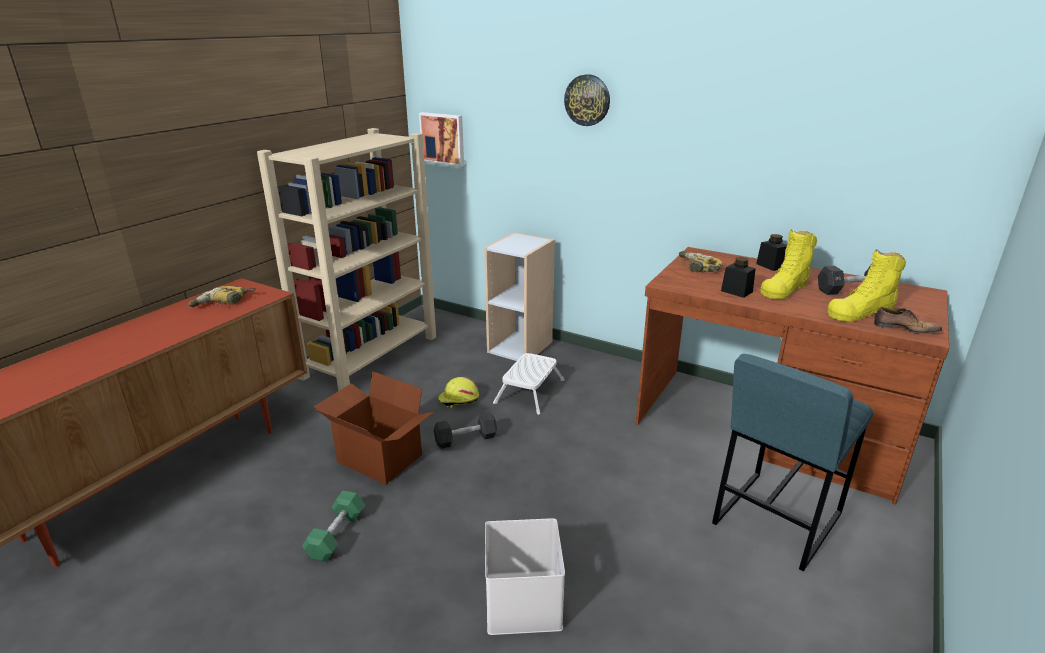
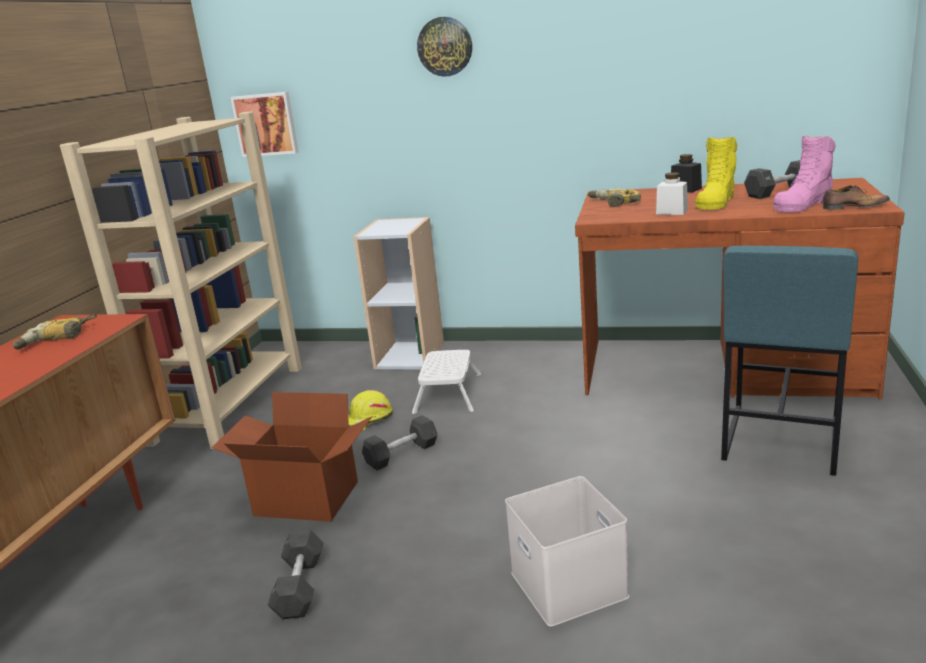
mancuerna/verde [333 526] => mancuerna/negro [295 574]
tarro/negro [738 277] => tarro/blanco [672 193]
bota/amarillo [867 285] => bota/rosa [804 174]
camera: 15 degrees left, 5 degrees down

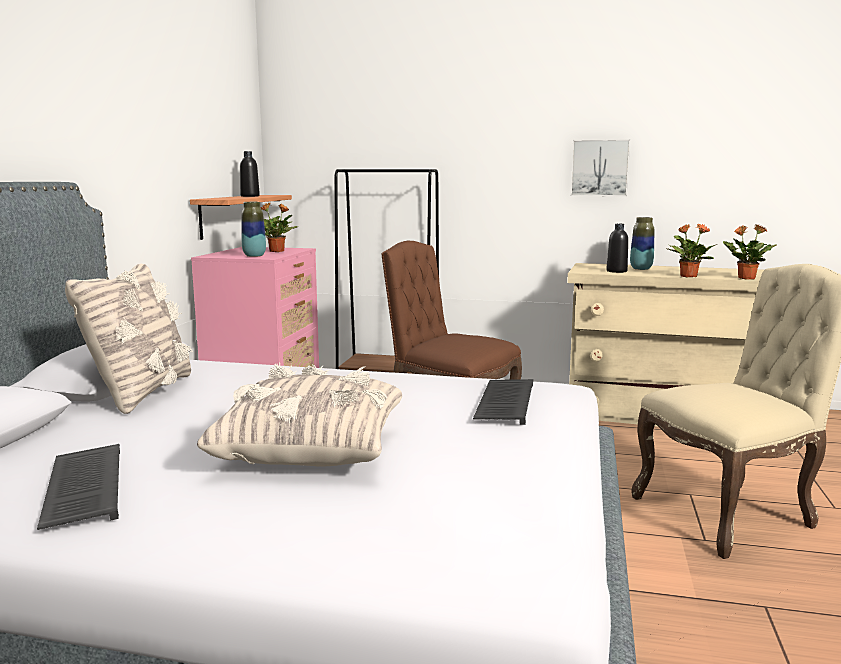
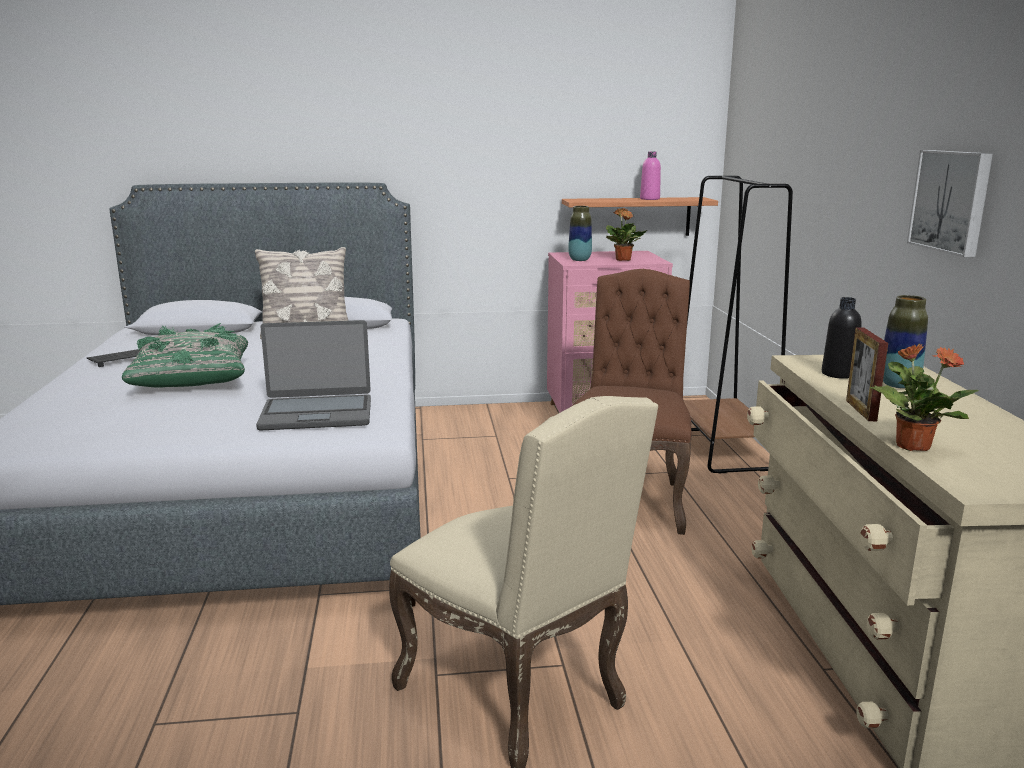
teclado [503 402] => portátil [313 375]
planta en maceta [692 250] => portarretratos [867 374]
cojín/beis [299 414] => cojín/verde [185 355]
botella/negro [250 174] => botella/rosa [650 175]
camera: 70 degrees right, 5 degrees up

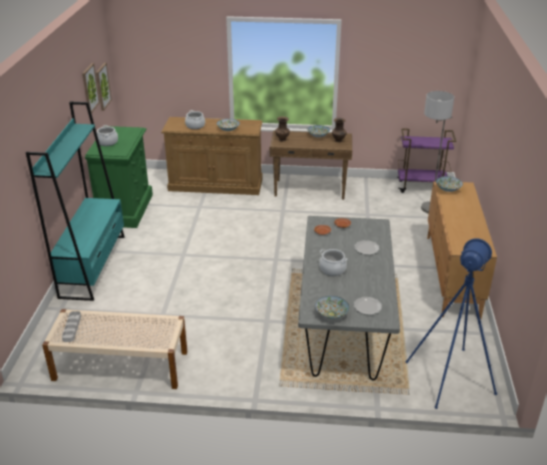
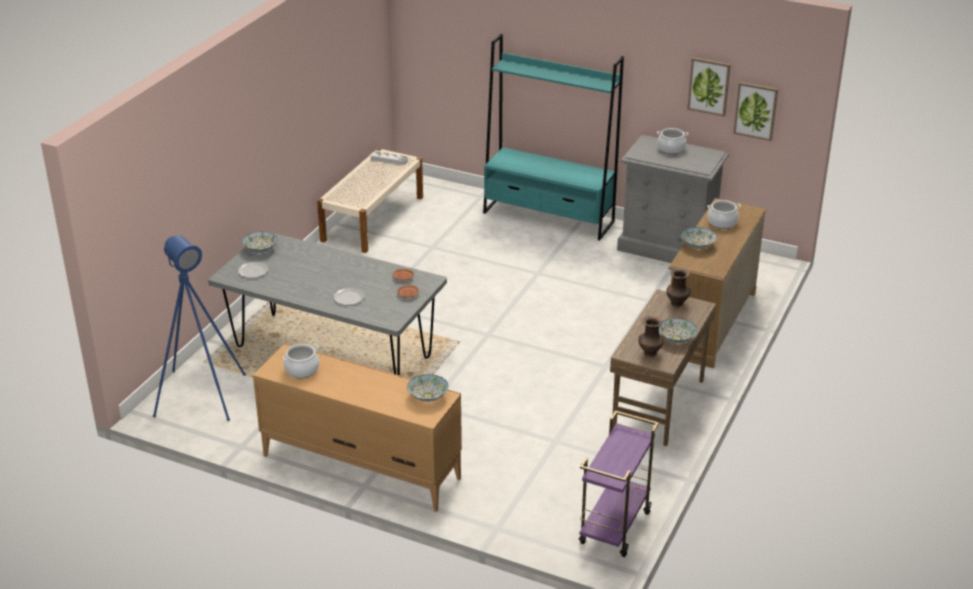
lámpara de pie/gris [437 152] => nothing
olla [333 262] => olla [300 361], shifted
cómoda/verde [119 177] => cómoda/gris [673 199]
camera: 110 degrees right, 0 degrees up

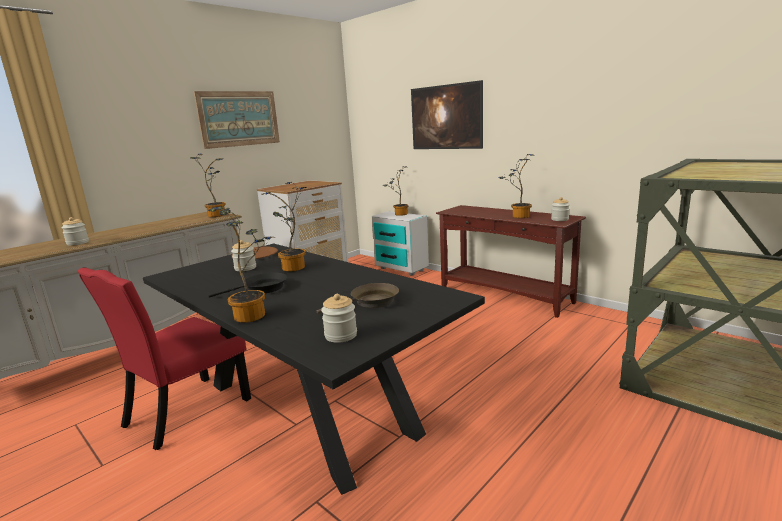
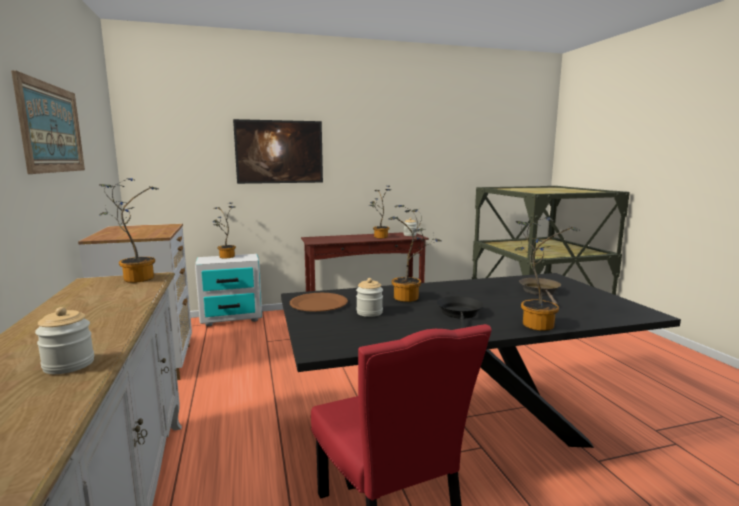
tarro [339 318] => nothing
camera: 60 degrees left, 5 degrees down

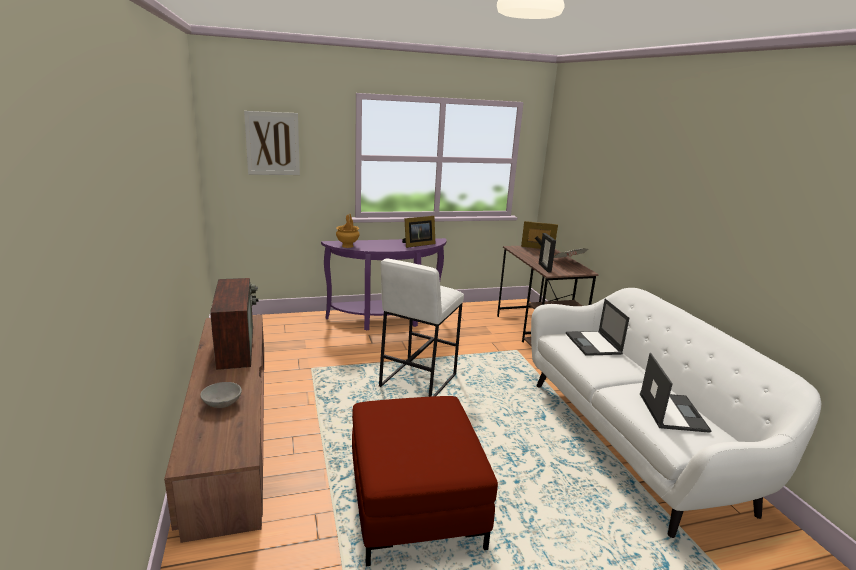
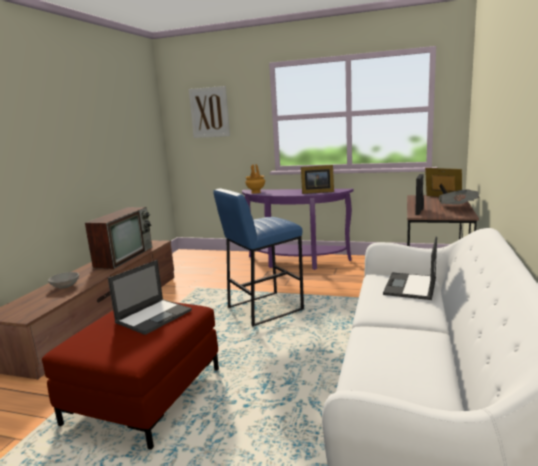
portátil [676 393] => portátil [150 297], shifted
taburete/blanco [421 328] => taburete/azul [258 257]
camera: 35 degrees right, 5 degrees down

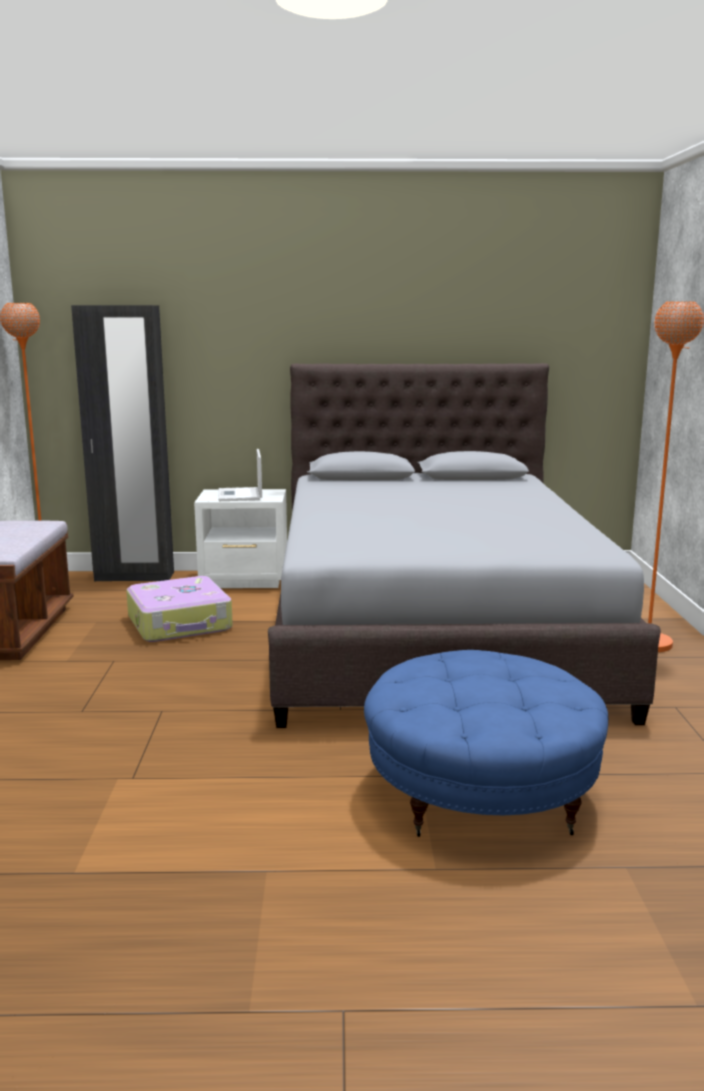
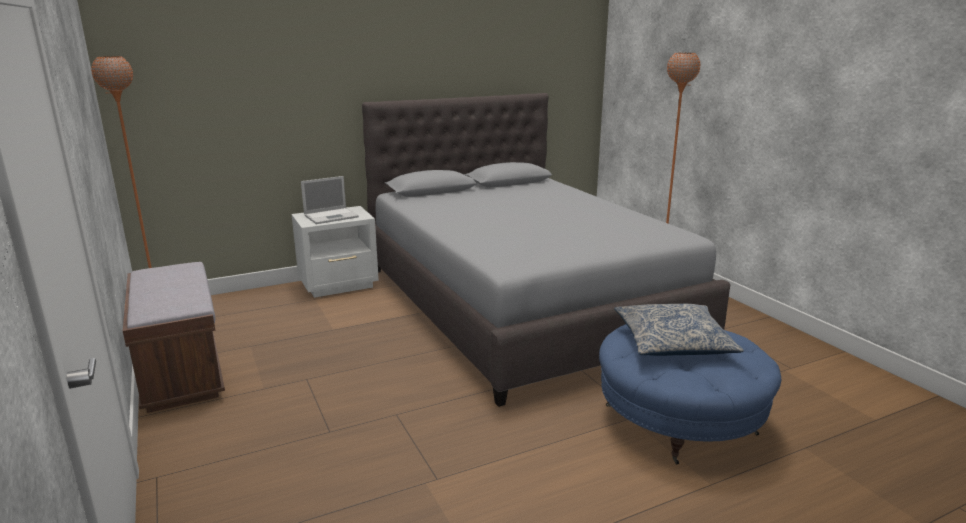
armario ropero/negro [122 443] => nothing
maleta [179 609] => nothing
nothing => cojín [679 330]
portátil [240 475] => portátil [330 200], 90 degrees counterclockwise
camera: 25 degrees left, 5 degrees up

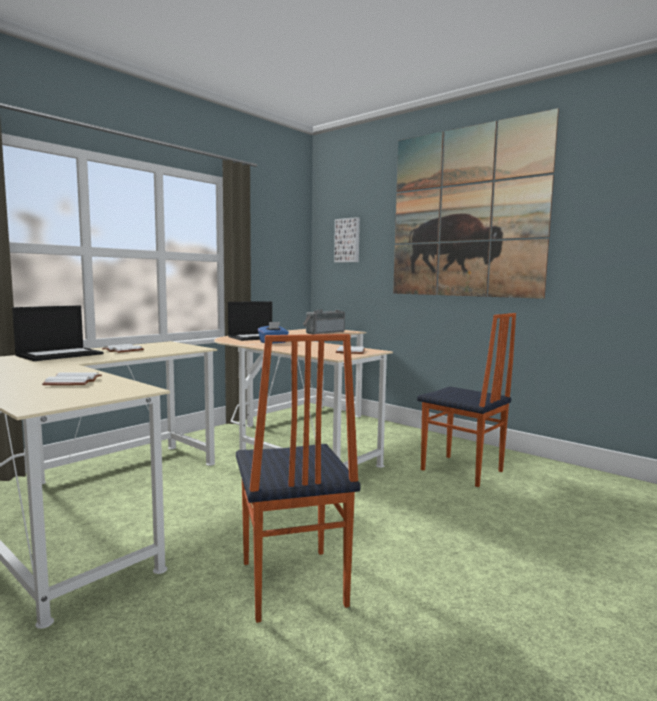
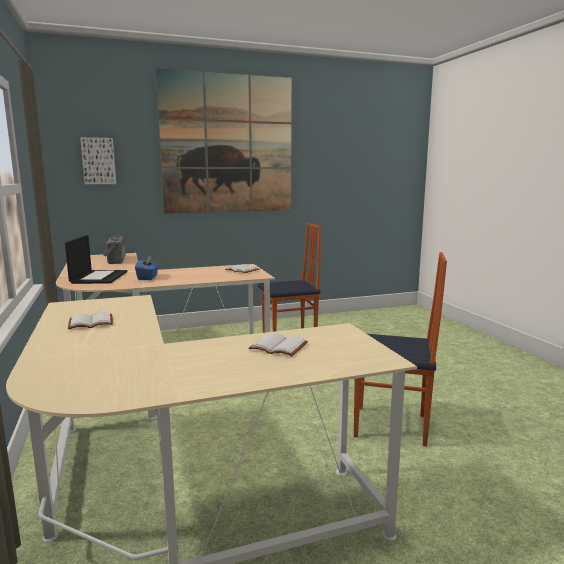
portátil [58 333] => nothing
camera: 60 degrees left, 5 degrees up

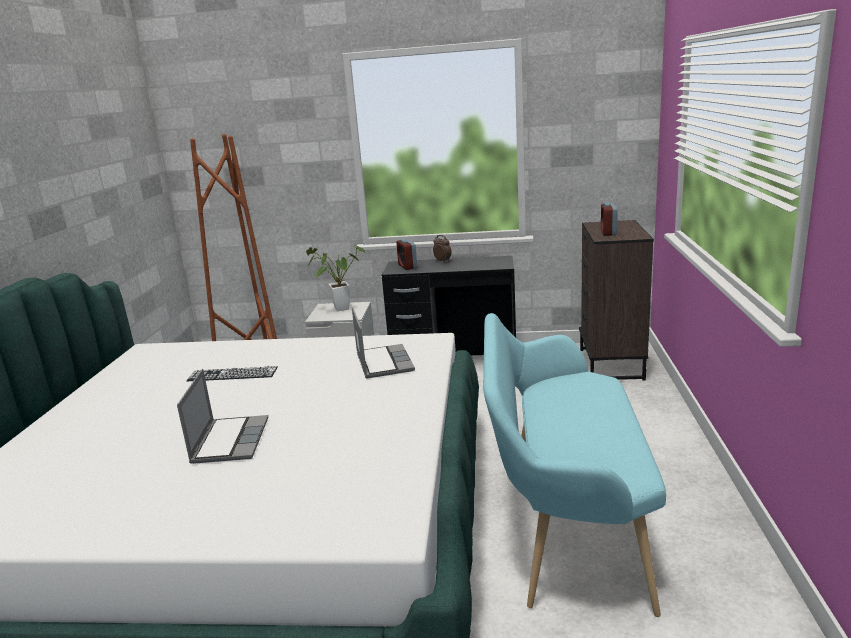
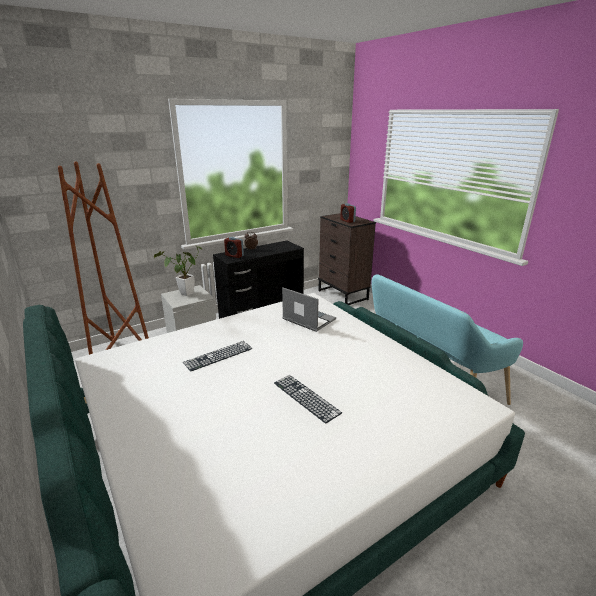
portátil [222 416] => teclado [308 399]
camera: 40 degrees left, 5 degrees up

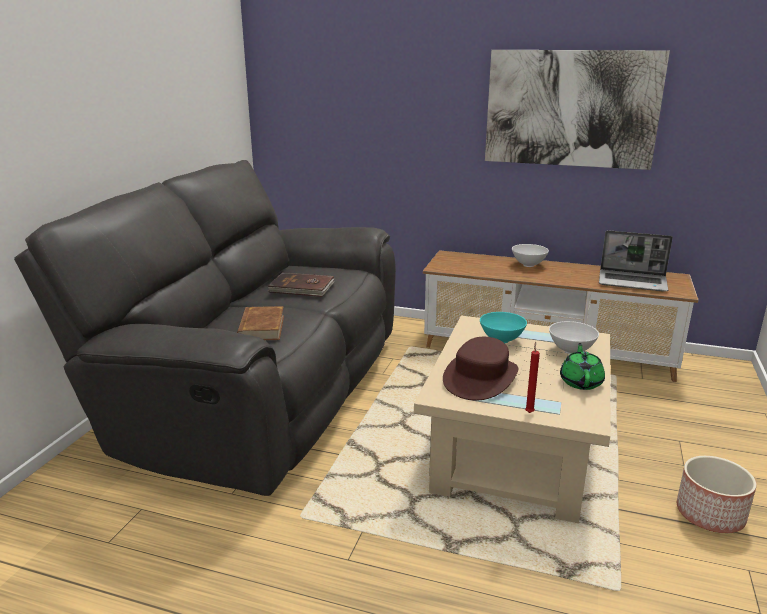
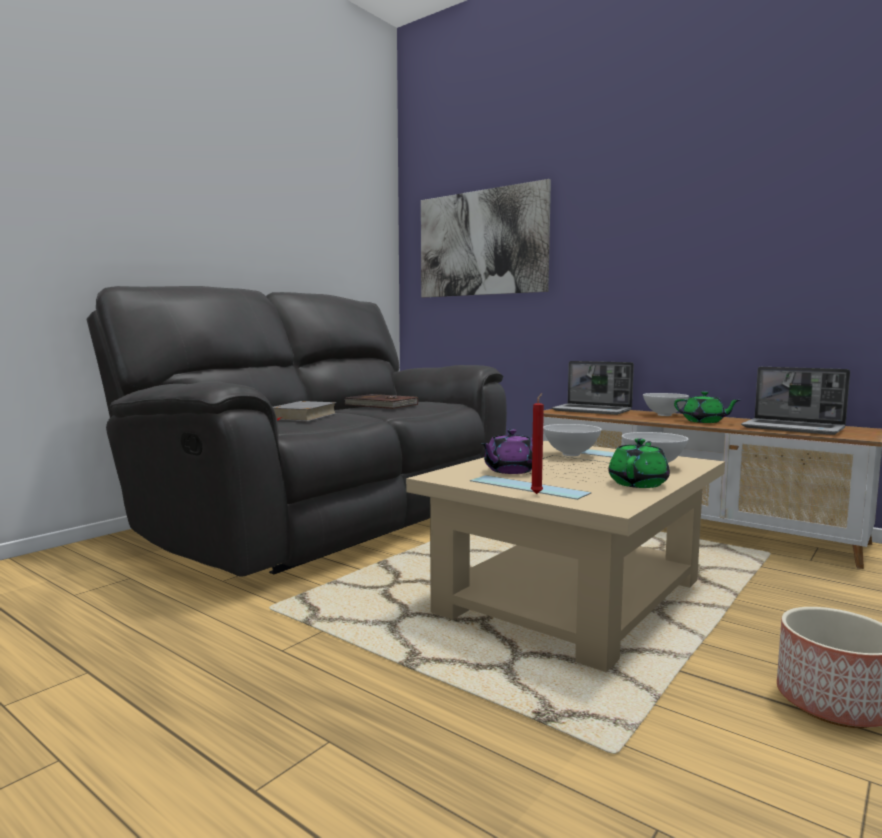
nothing => portátil [593 388]
nothing => tetera/verde [707 407]
cuadro [577 110] => cuadro [486 238], shifted
sombrero/marrón [480 369] => tetera/morado [507 451]
libro/marrón [260 323] => libro/gris [305 411]
cuenco/turquesa [503 327] => cuenco/blanco [572 440]
camera: 20 degrees right, 15 degrees down

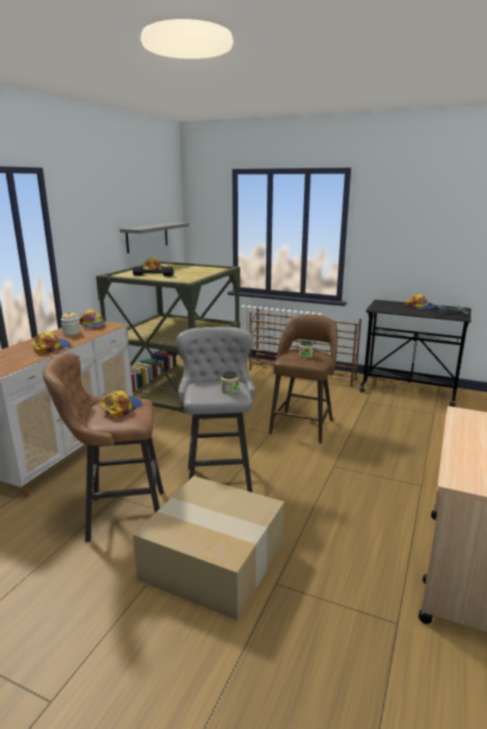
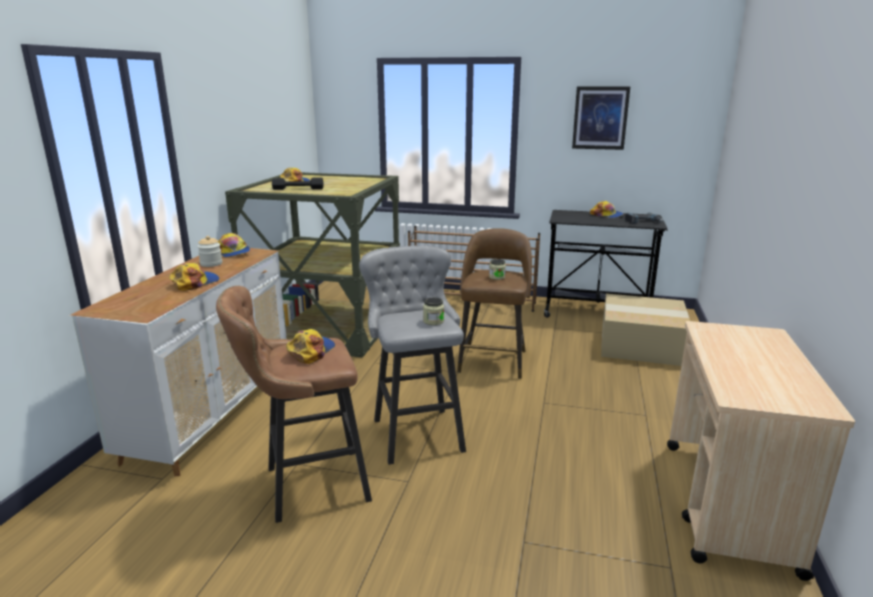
estante/gris [154 237] => nothing
nothing => cuadro [601 118]
caja de cartón [208 548] => caja de cartón [645 330], shifted
camera: 10 degrees left, 0 degrees up

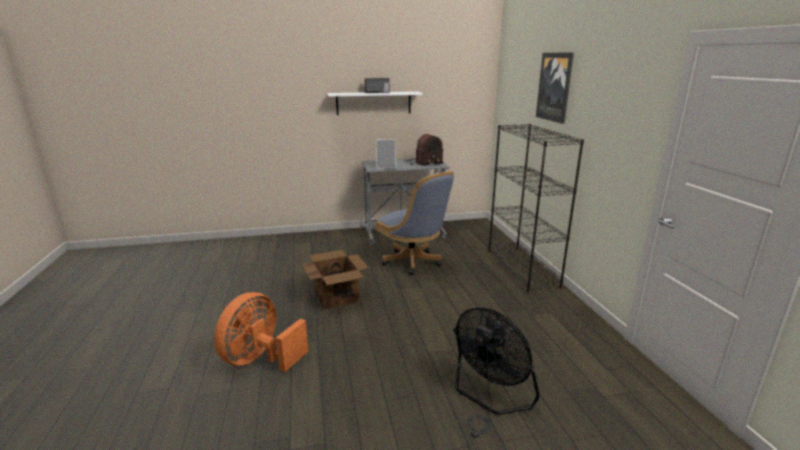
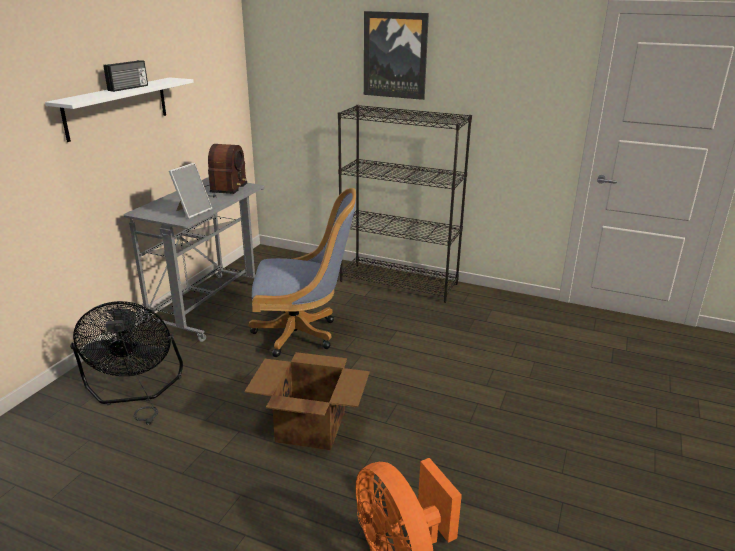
ventilador/negro [496 373] => ventilador/negro [126 363], shifted
camera: 55 degrees left, 5 degrees up

